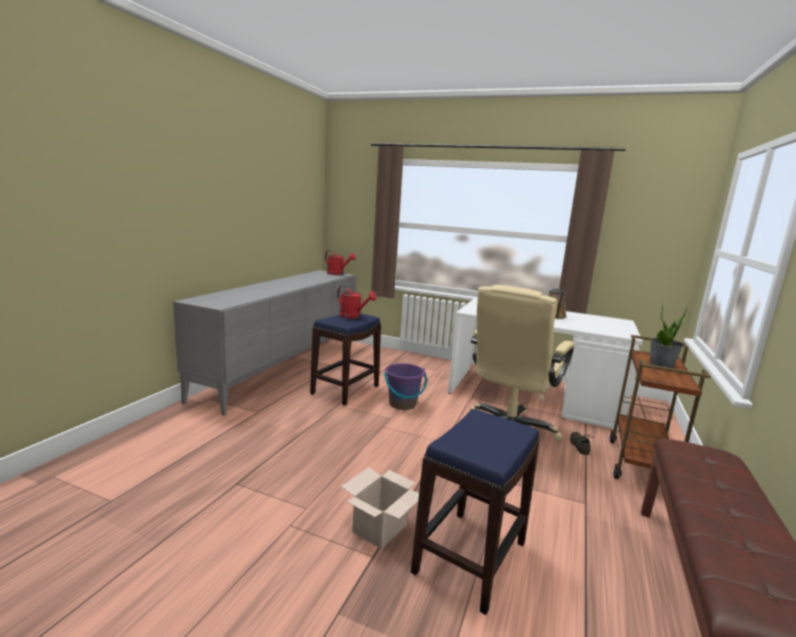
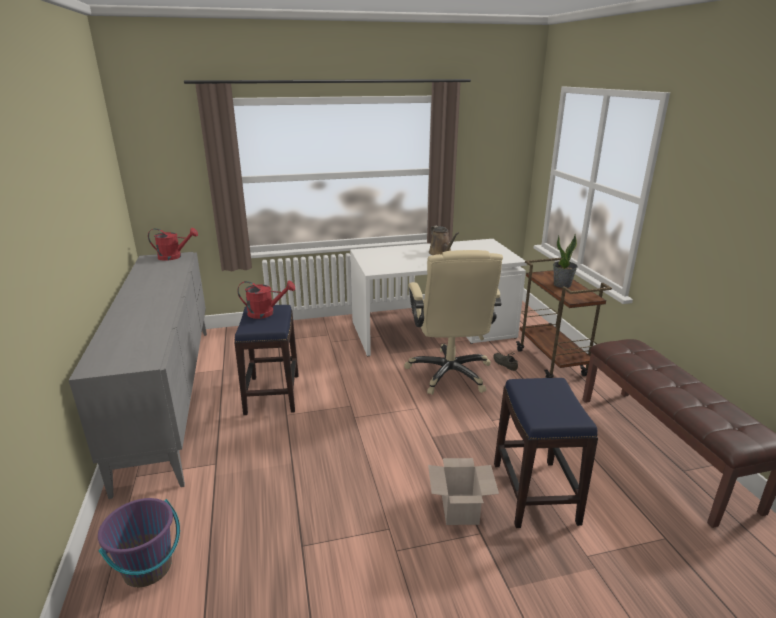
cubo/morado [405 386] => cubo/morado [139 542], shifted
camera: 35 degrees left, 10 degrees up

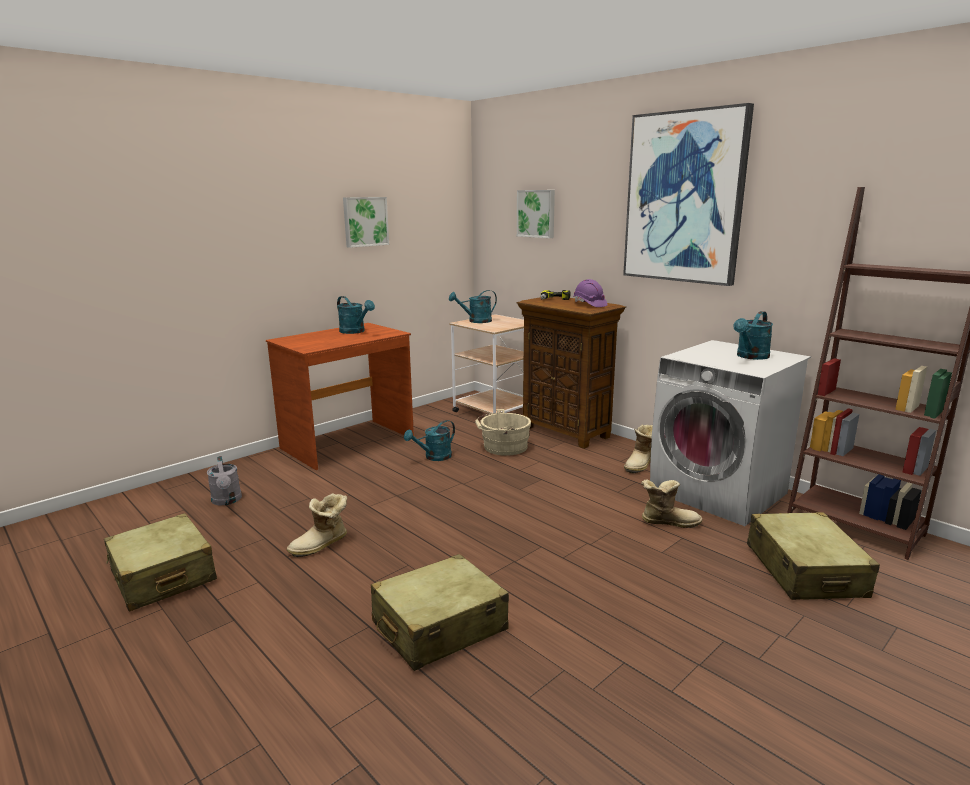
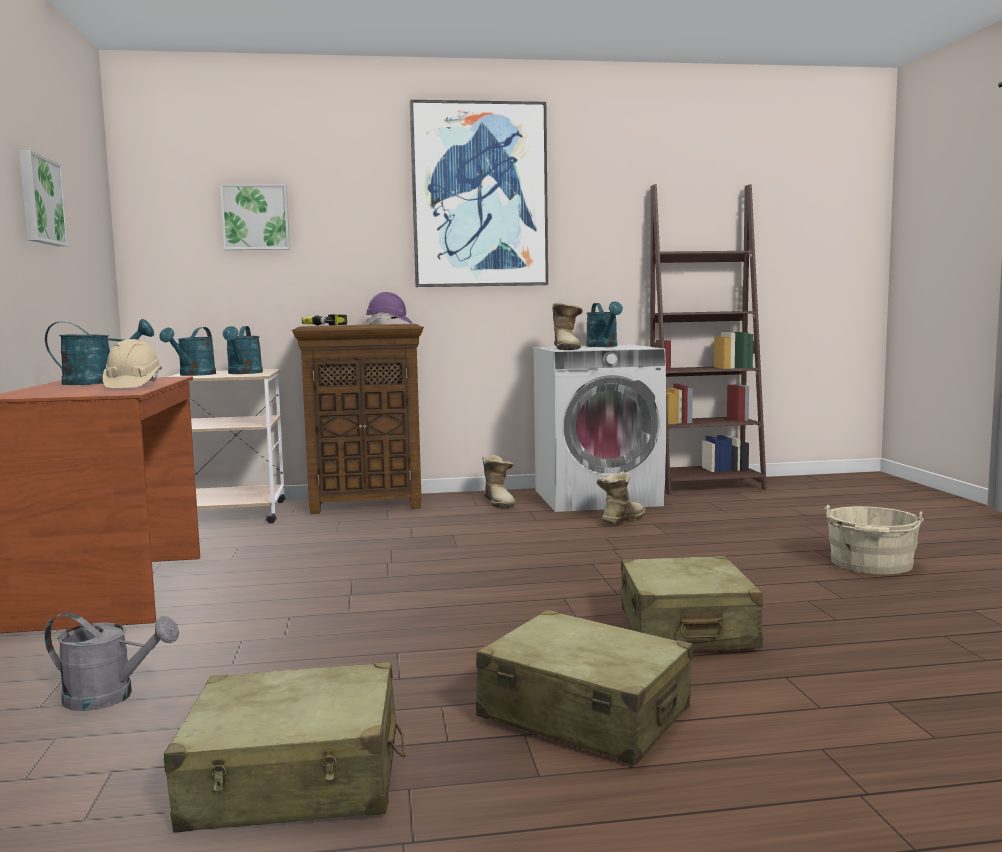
nothing => casco/beis [132 364]
bota [317 525] => bota [567 326], shifted
regadera/turquesa [429 440] => regadera/turquesa [243 350], shifted
cubo/beis [503 432] => cubo/beis [874 539], shifted
maleta/beis [813 556] => maleta/beis [584 687], shifted
camera: 55 degrees left, 10 degrees down

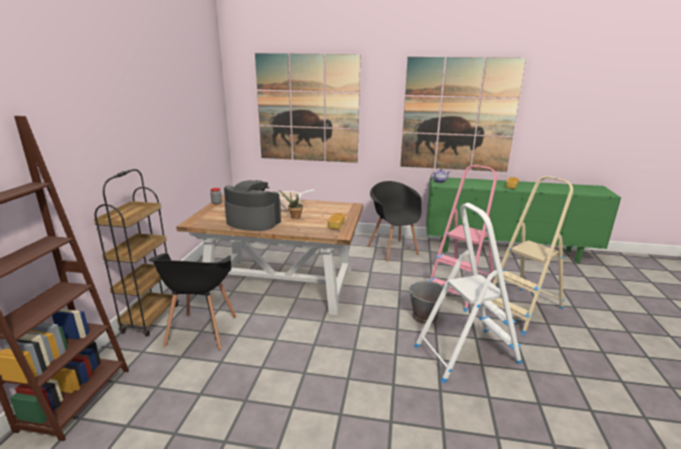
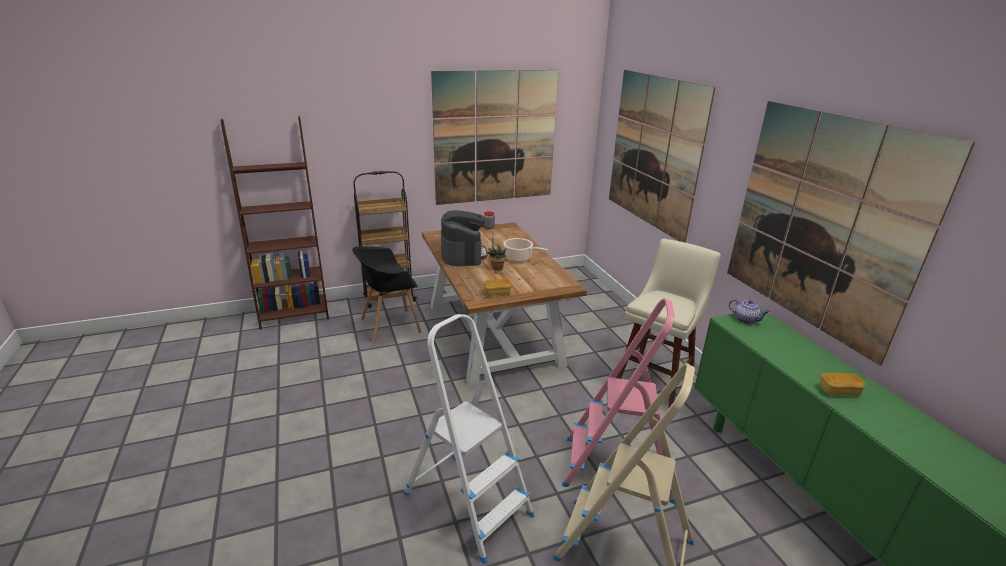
cubo/gris [427 302] => nothing
nothing => cuadro [495 137]
silla/negro [394 221] => taburete/beis [669 324]
camera: 60 degrees right, 5 degrees up

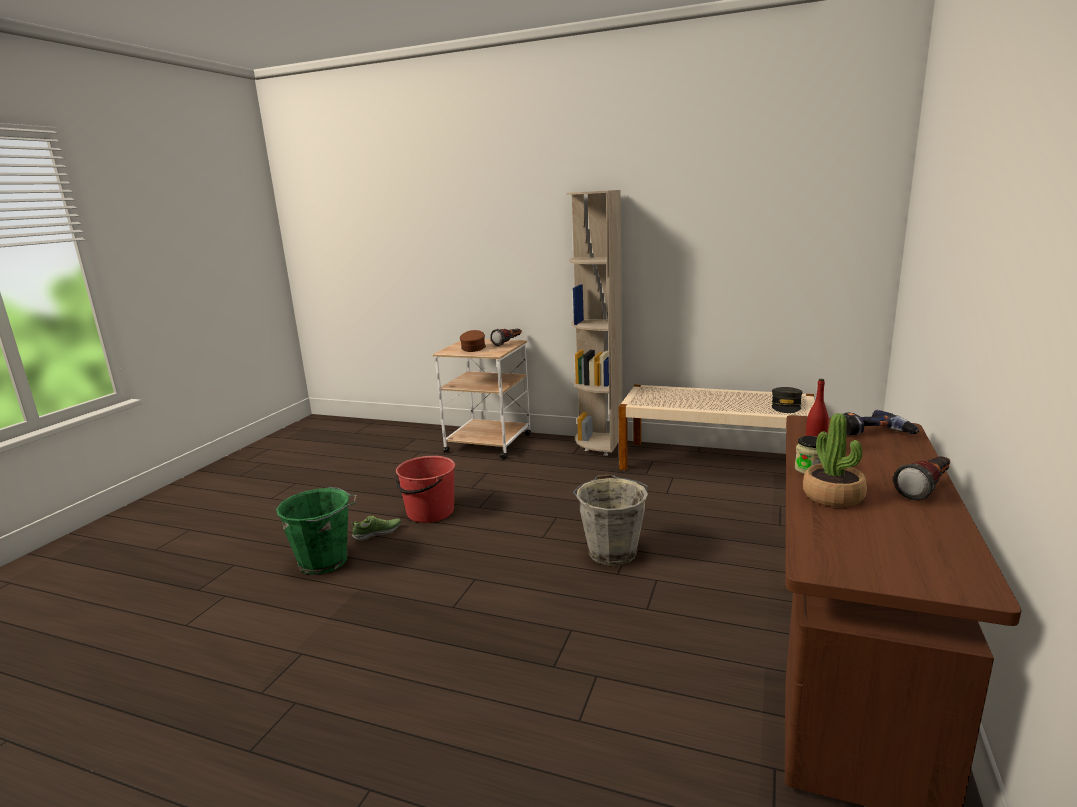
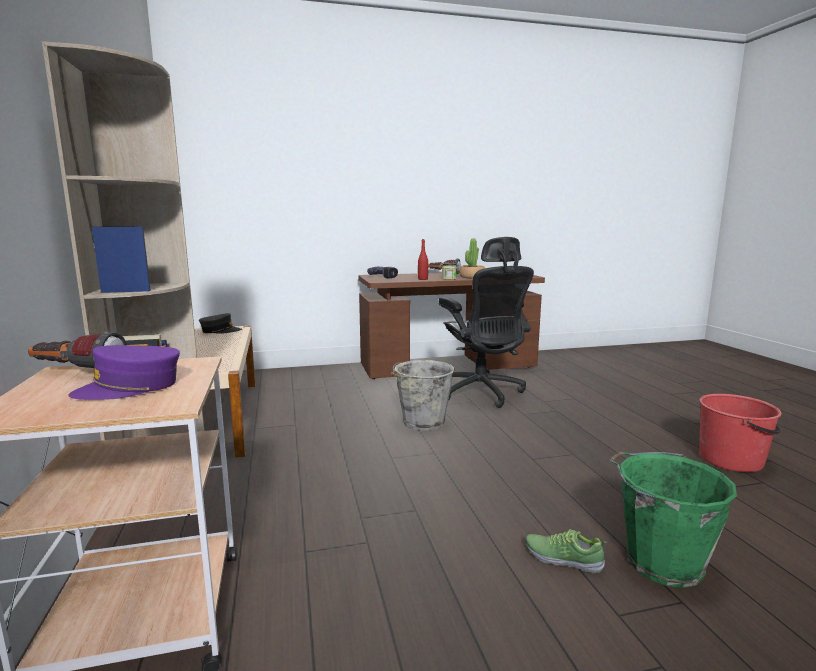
nothing => silla de oficina [486 322]
cubo/rojo [425 489] => cubo/rojo [740 433], shifted
gorra/marrón [473 341] => gorra/morado [124 372]
camera: 125 degrees left, 5 degrees down

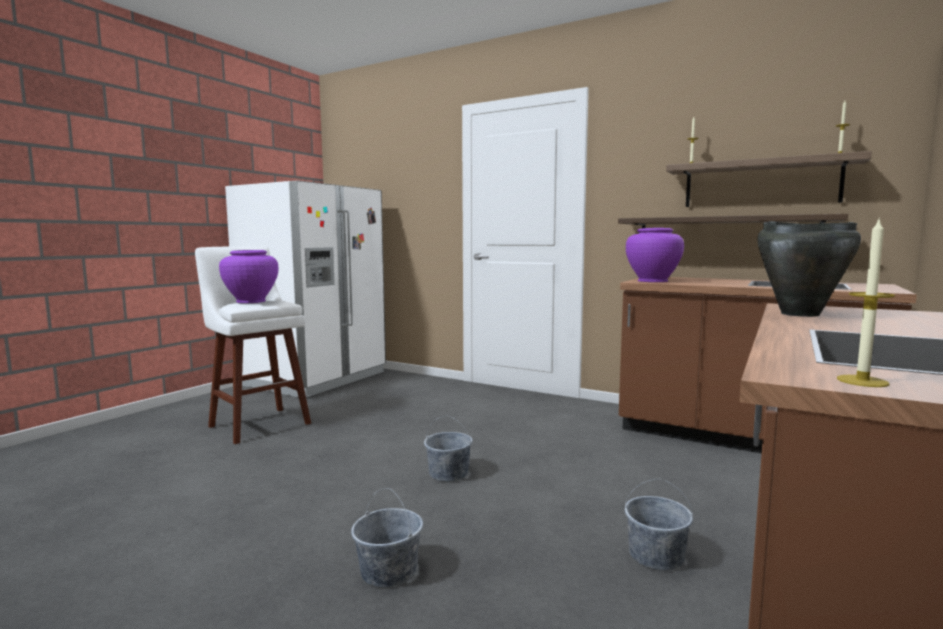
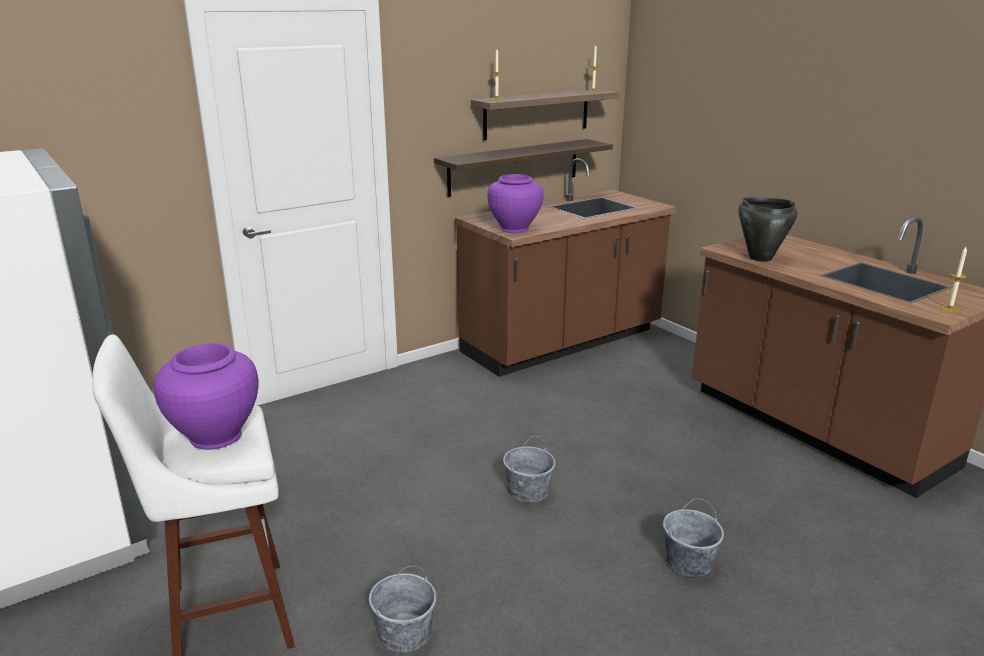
cubo/gris [659 525] => cubo/gris [403 609], shifted
camera: 65 degrees left, 15 degrees up

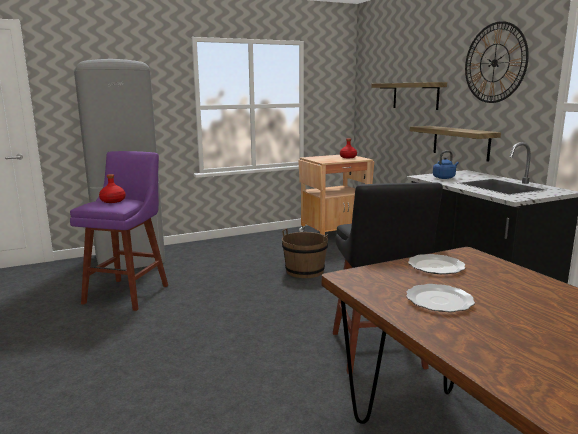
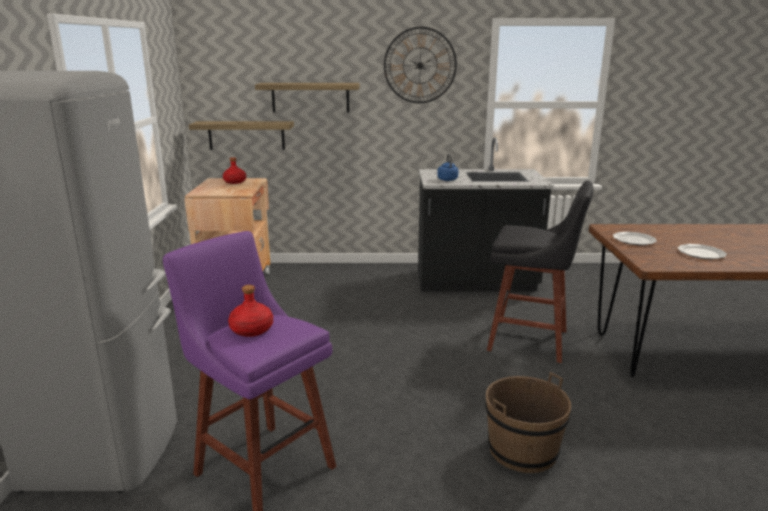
cubo/marrón [305 253] => cubo/marrón [528 422], shifted
estante [455 144] => estante [241 135], shifted
camera: 65 degrees left, 5 degrees up

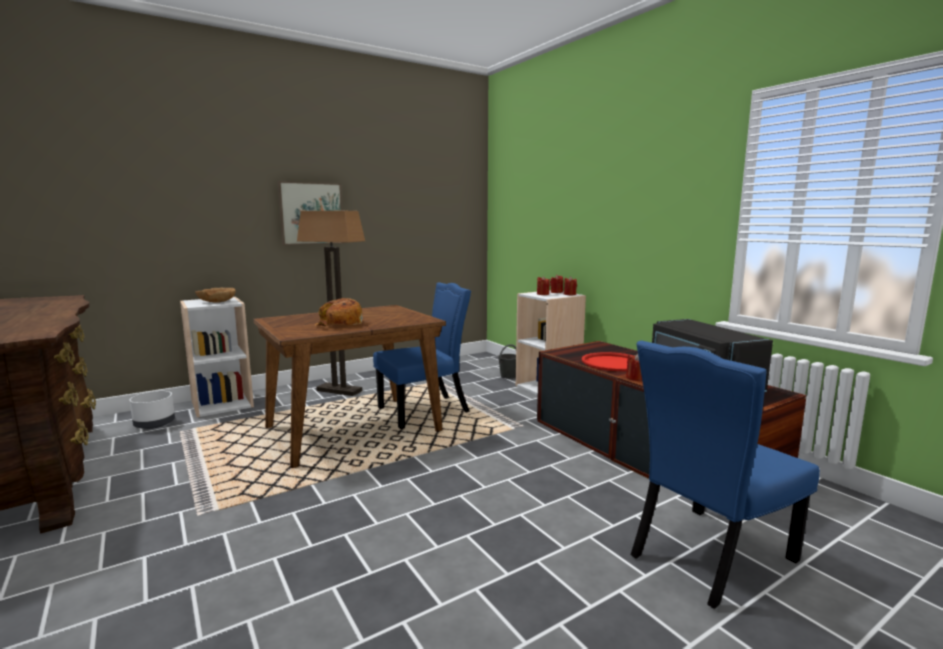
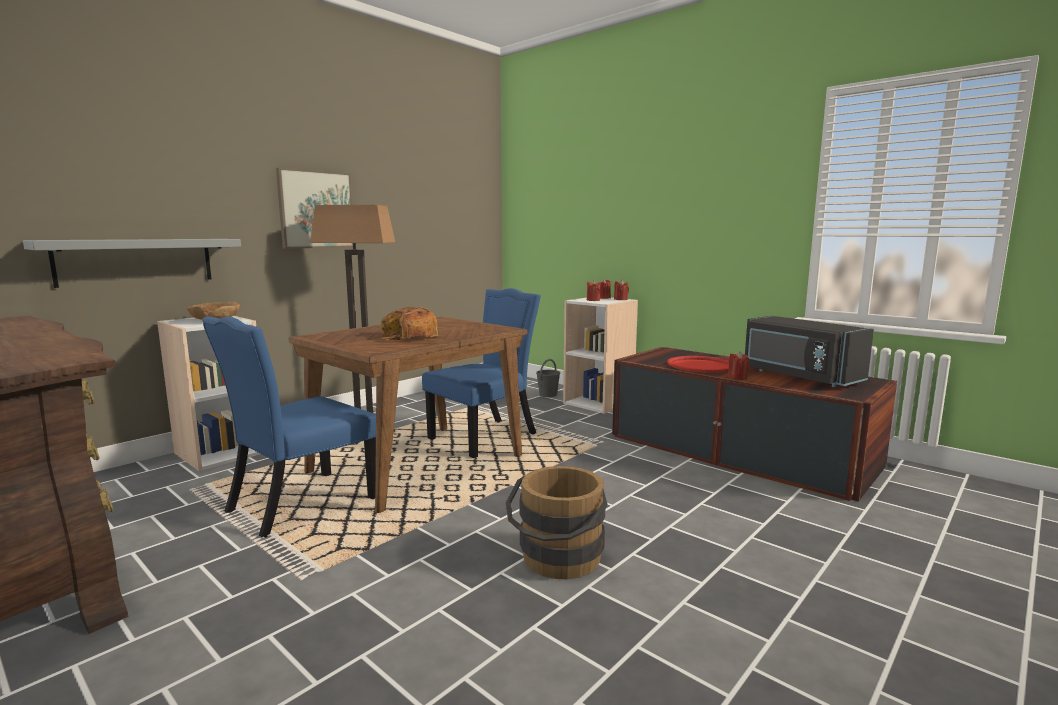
maceta/blanco [152 410] => nothing
nothing => estante/gris [132 263]
nothing => cubo/marrón [556 522]
silla/azul [725 475] => silla/azul [289 427], shifted
camera: 15 degrees left, 0 degrees up

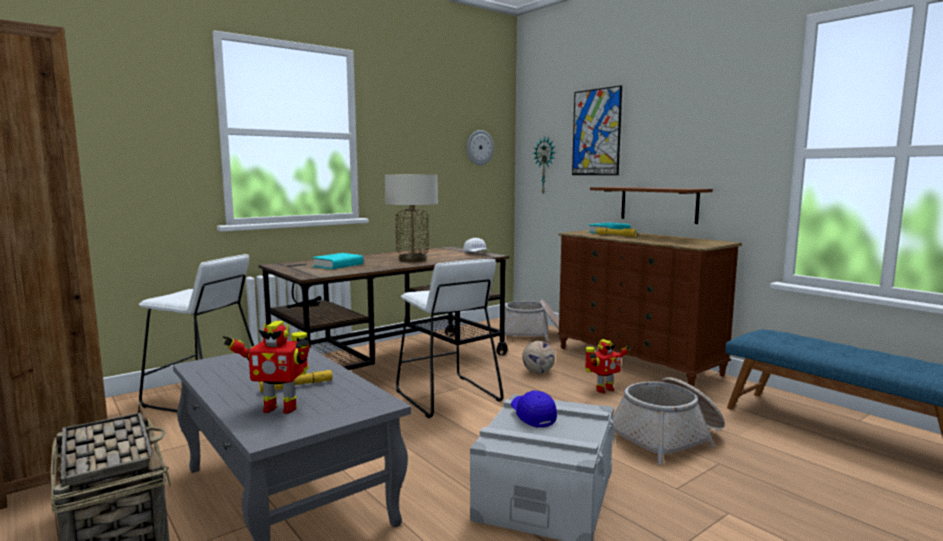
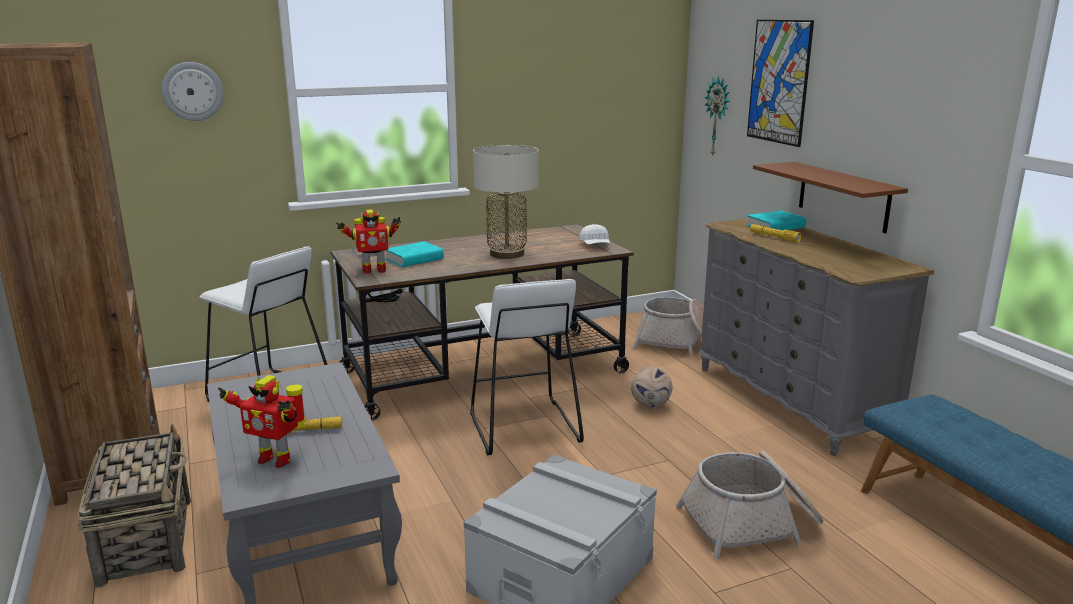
gorra/azul [534 409] => nothing
reloj de pared [480 147] => reloj de pared [192 91], shifted
robot de juguete [608 366] => robot de juguete [368 241], shifted
cómoda/marrón [650 308] => cómoda/gris [816 337]
camera: 15 degrees right, 10 degrees up

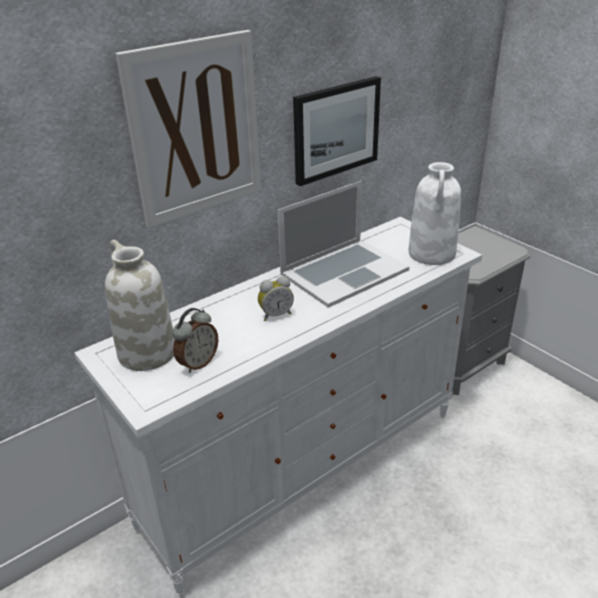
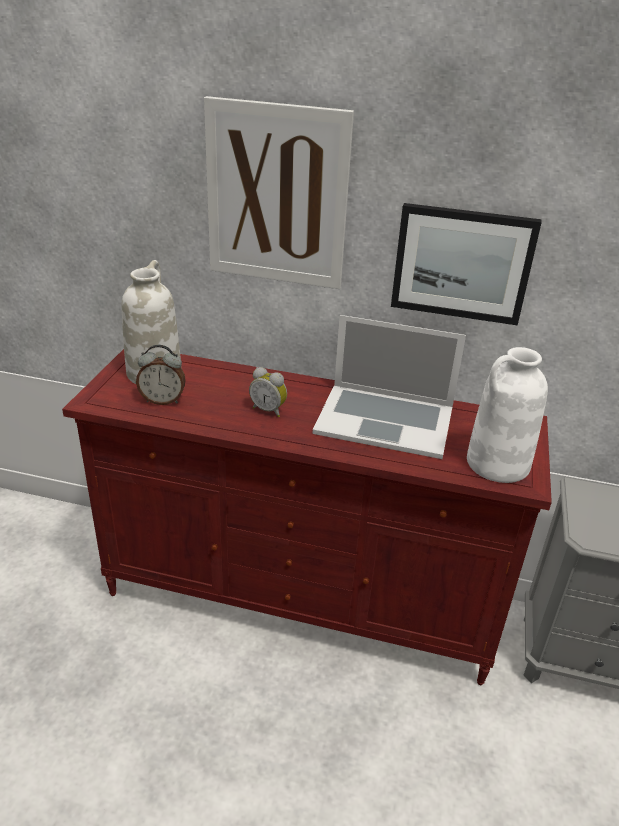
cómoda/blanco [278 406] => cómoda/rojo [307 517]
camera: 50 degrees right, 0 degrees up

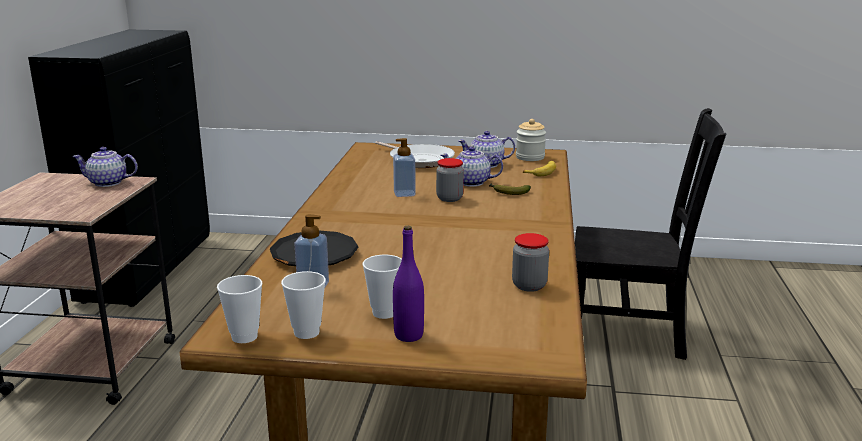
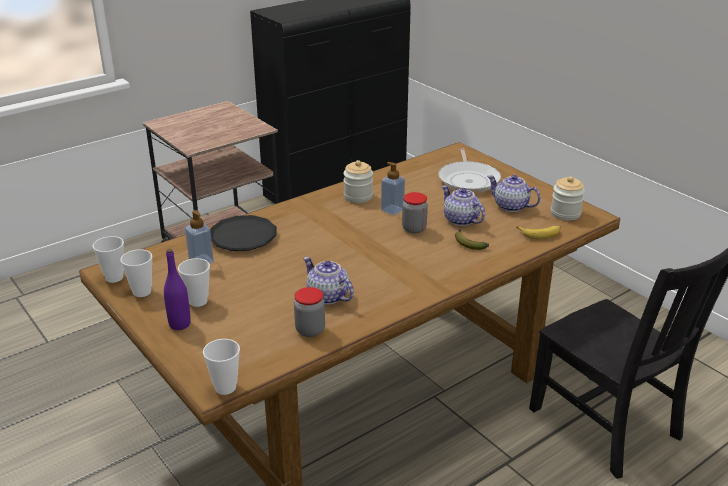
nothing => taza [221 367]
nothing => tarro [358 181]
tetera [105 167] => tetera [328 280], shifted
camera: 45 degrees right, 10 degrees up

